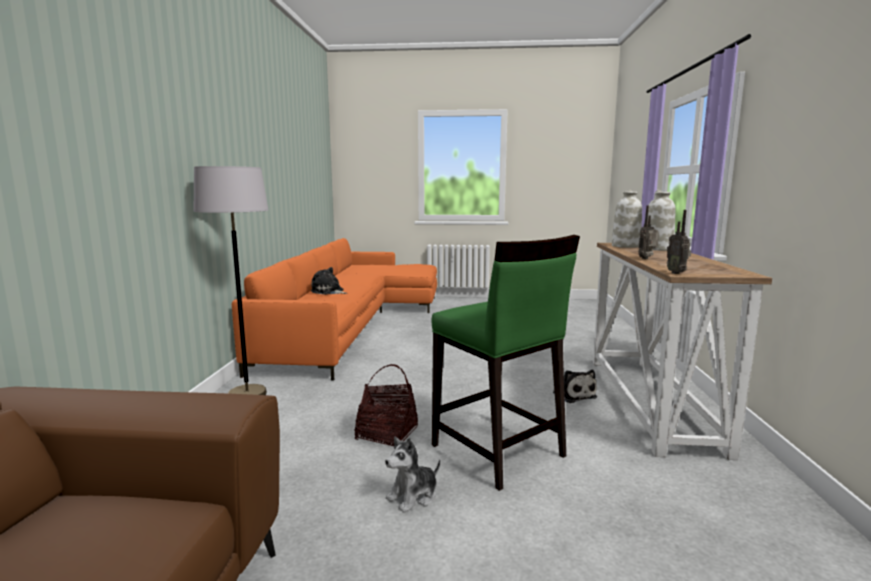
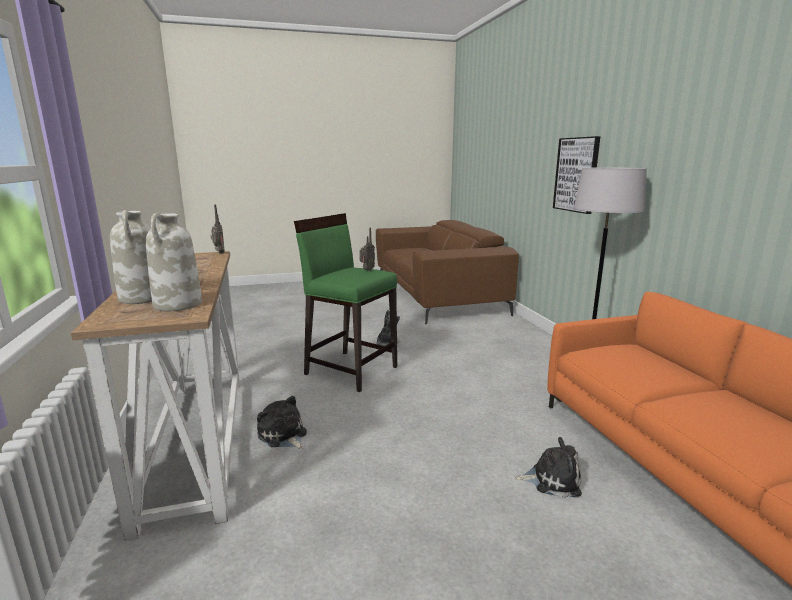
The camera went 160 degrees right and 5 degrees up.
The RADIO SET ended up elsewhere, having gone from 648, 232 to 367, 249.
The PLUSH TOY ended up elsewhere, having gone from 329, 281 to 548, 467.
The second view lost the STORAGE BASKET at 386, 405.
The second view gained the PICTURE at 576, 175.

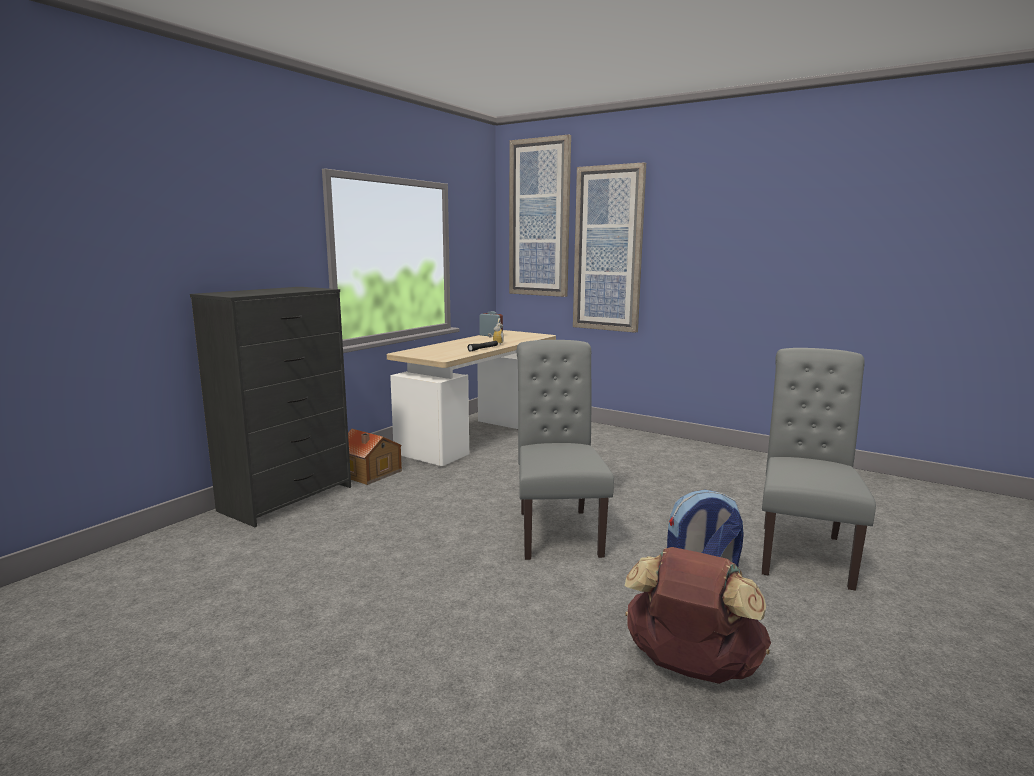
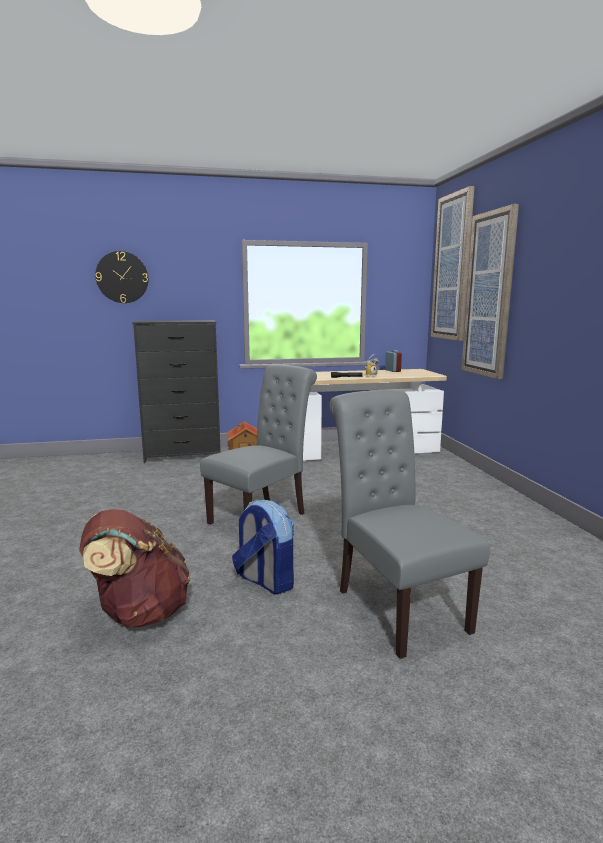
The camera went 45 degrees right and 0 degrees up.
The GREYISH UPRIGHT CHAIR at 819, 469 ended up facing another way, 90 degrees counterclockwise from before.
The second view gained the HANGING CLOCK at 122, 277.

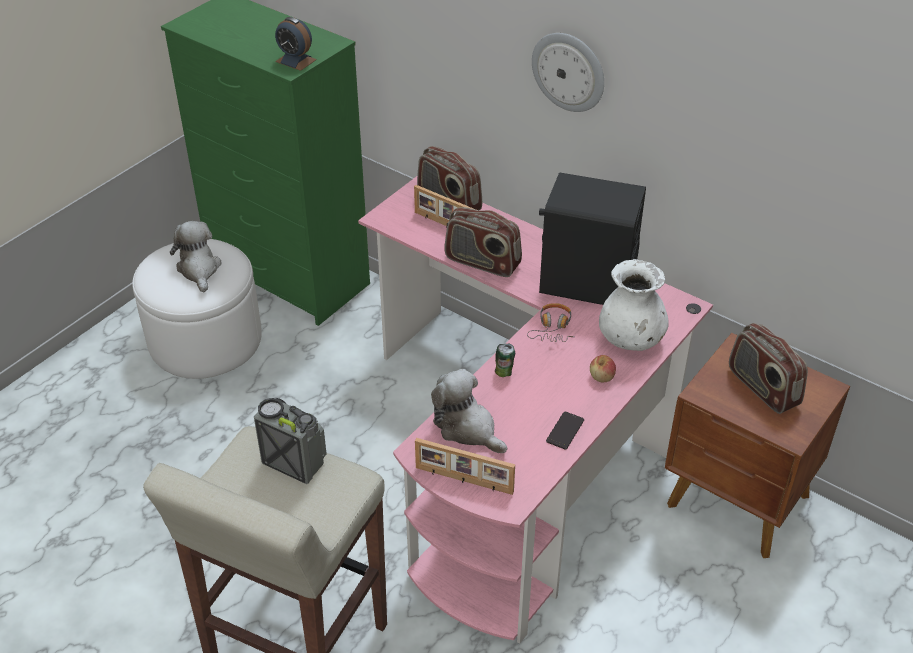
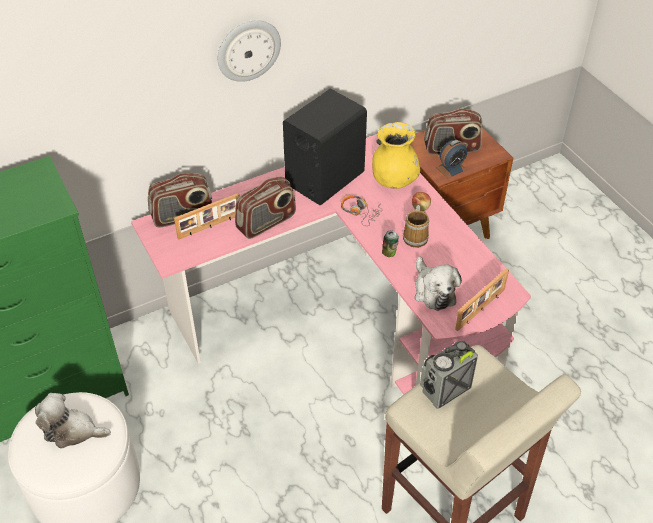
The camera went 65 degrees left and 5 degrees up.
The BEDSIDE CLOCK ended up elsewhere, having gone from 296, 44 to 451, 159.
What was the WHITISH FLOWER VASE at 634, 305 turned into the YELLOW FLOWER VASE at 396, 155.
The PLUSH TOY at 469, 411 ended up facing another way, 90 degrees counterclockwise from before.
The second view lost the PHONE at 565, 430.
The second view gained the MUG at 416, 226.

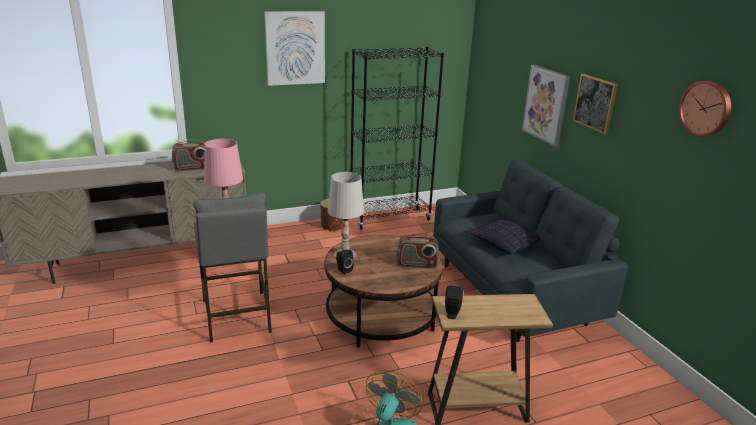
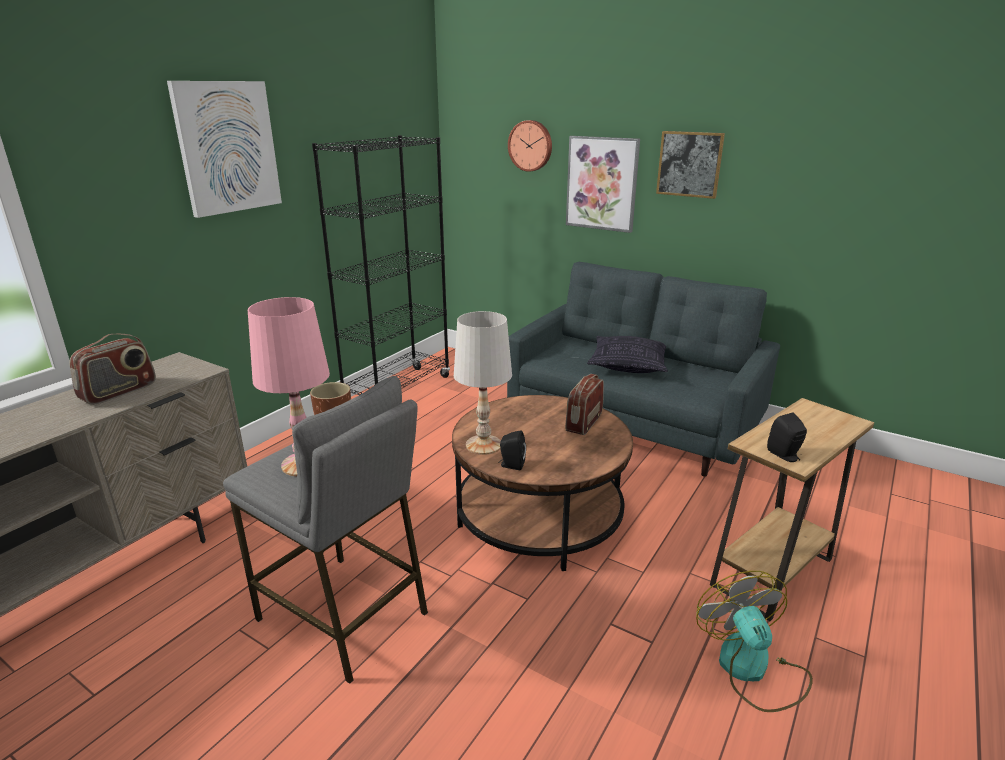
The camera went 35 degrees left and 0 degrees up.
The HANGING CLOCK ended up elsewhere, having gone from 705, 109 to 530, 146.
The RADIO SET at 417, 251 ended up facing another way, 150 degrees clockwise from before.

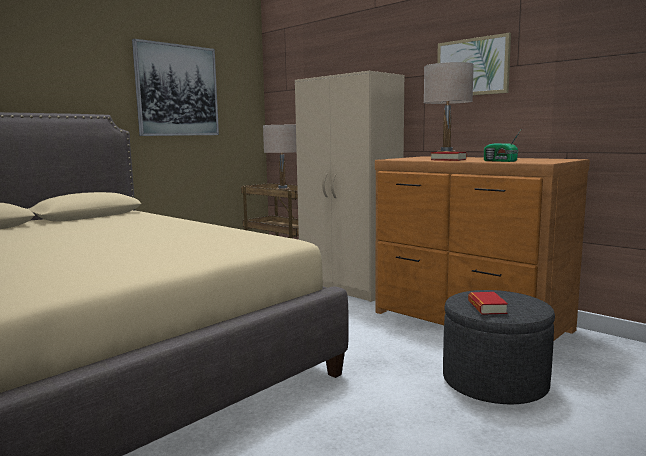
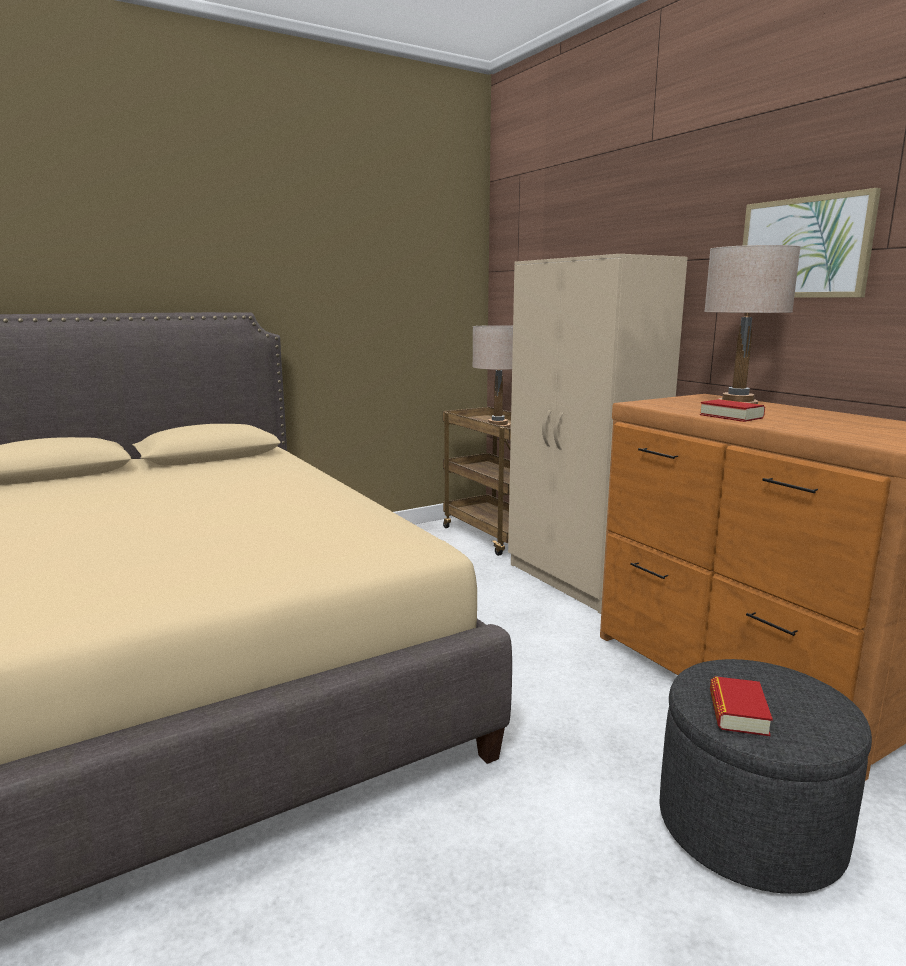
The camera went 15 degrees right and 5 degrees up.
The second view lost the PICTURE at 175, 87.
The second view lost the RADIO SET at 502, 146.

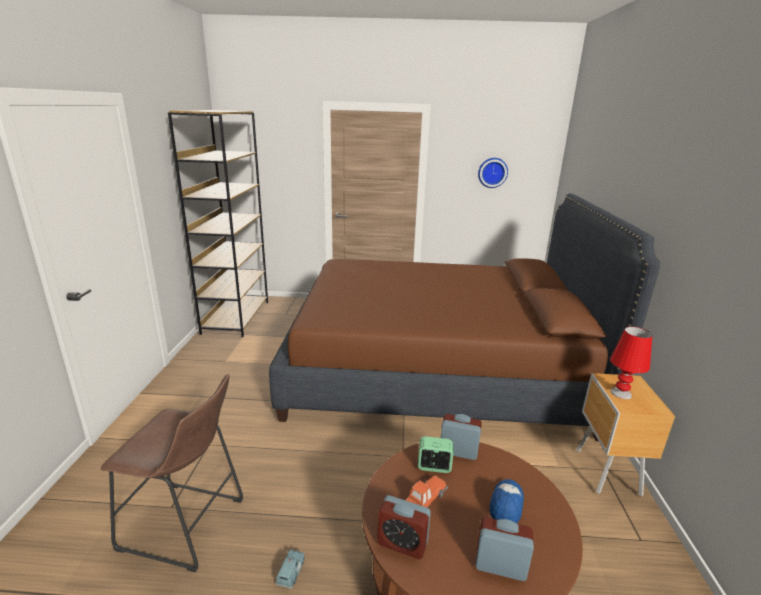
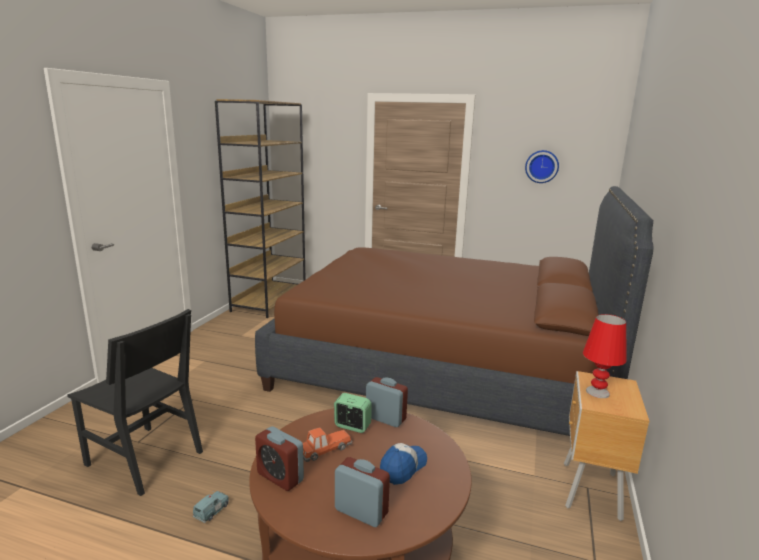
The camera went 15 degrees right and 5 degrees down.
Where the BROWNISH STOOL stood at 172, 473, the BLACK-COLOURED UPRIGHT CHAIR came to stand at 135, 402.

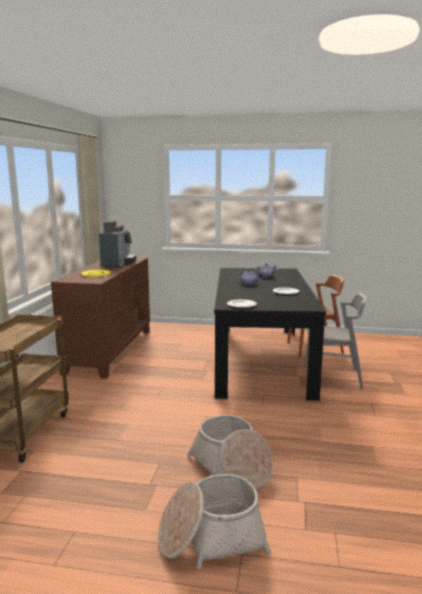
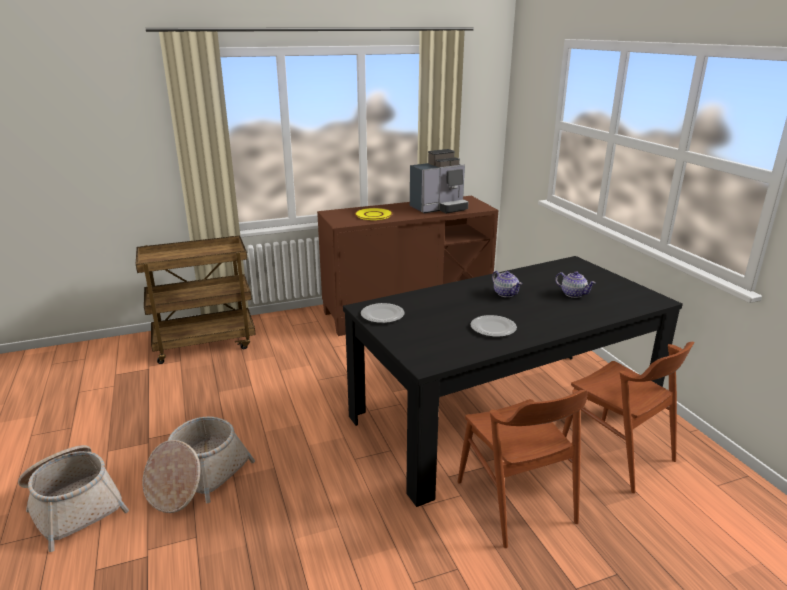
The camera went 60 degrees right and 10 degrees up.
What was the GREYISH UPRIGHT CHAIR at 336, 341 turned into the BROWNISH UPRIGHT CHAIR at 523, 469.

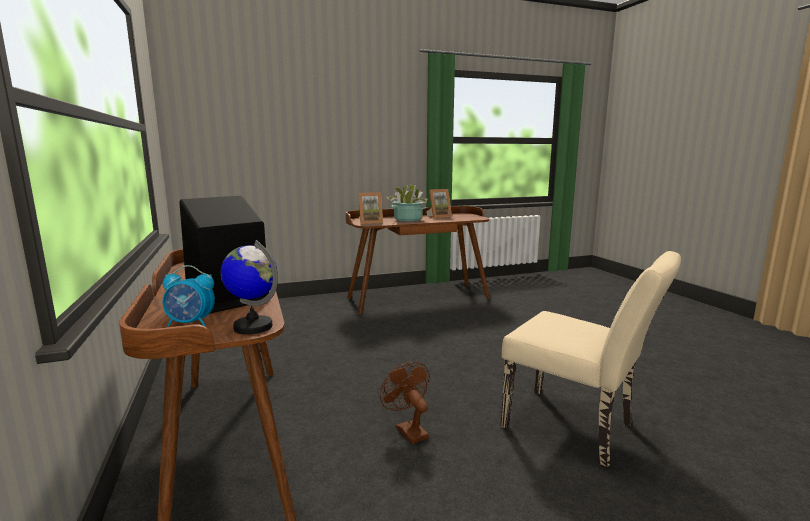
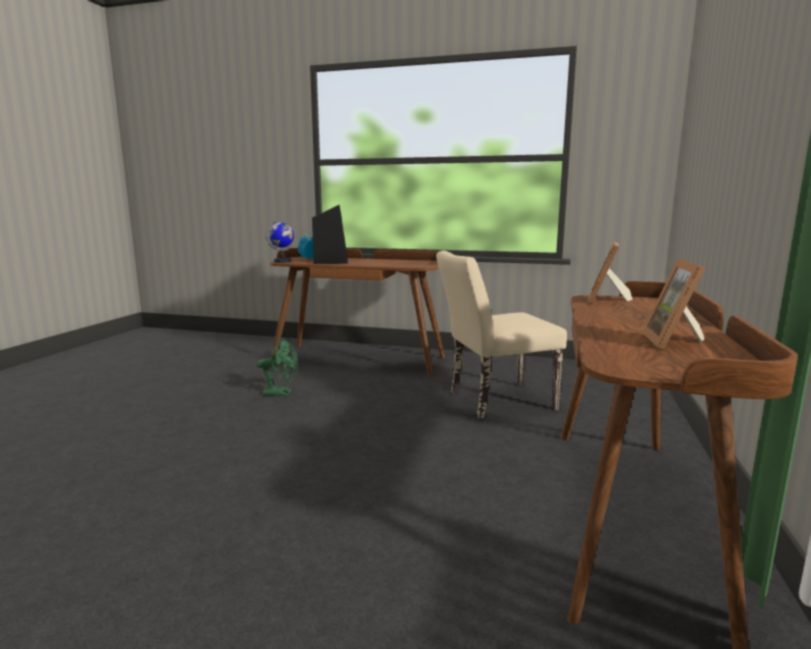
The camera went 125 degrees right and 0 degrees up.
The second view lost the POTTED PLANT at 407, 203.
The BEIGE-COLOURED UPRIGHT CHAIR ended up elsewhere, having gone from 591, 359 to 501, 335.
What was the BROWNISH FAN at 405, 403 turned into the GREENISH FAN at 277, 367.

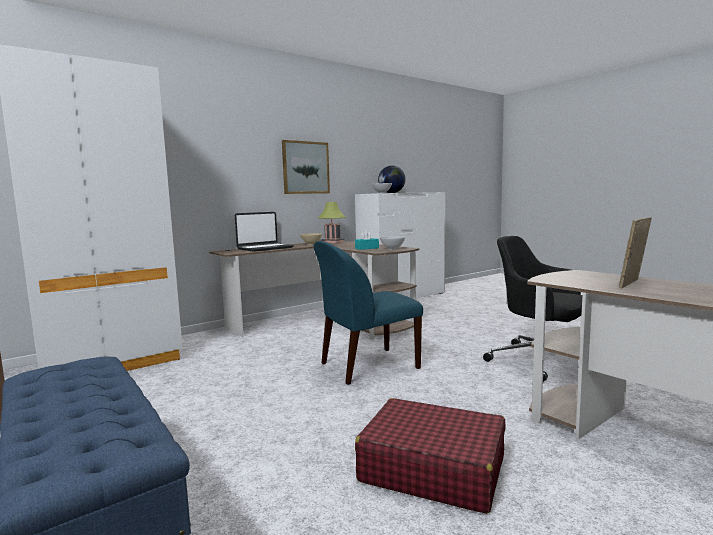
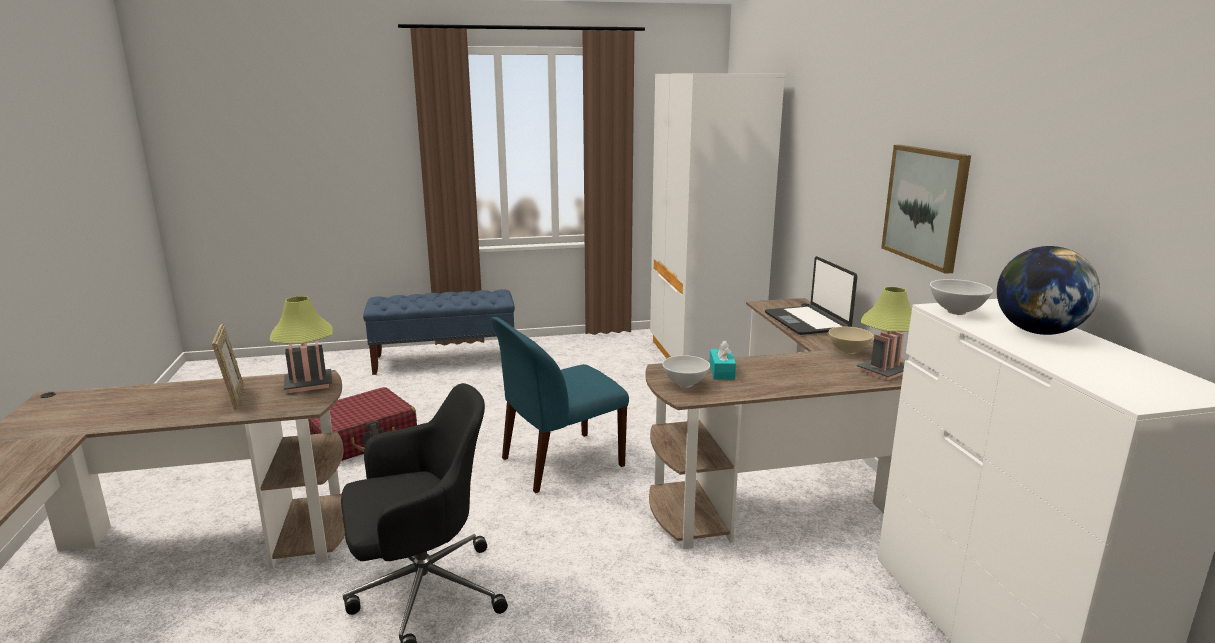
The camera went 115 degrees right and 10 degrees up.
The BLUISH UPRIGHT CHAIR at 368, 313 ended up facing another way, 120 degrees counterclockwise from before.
The second view gained the TABLE LAMP at 301, 344.

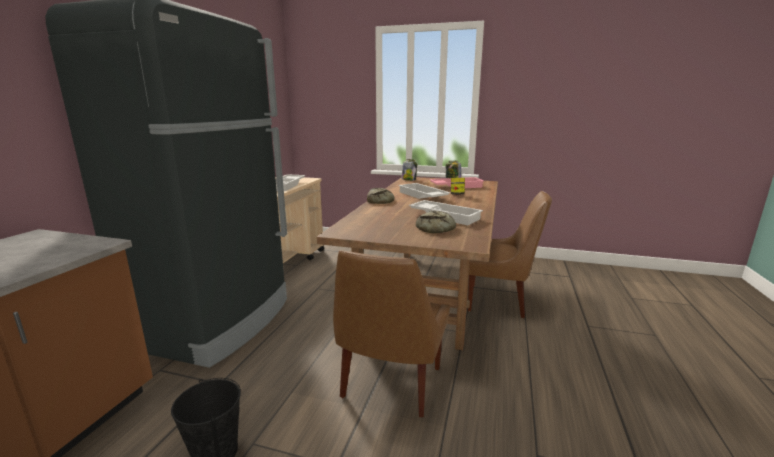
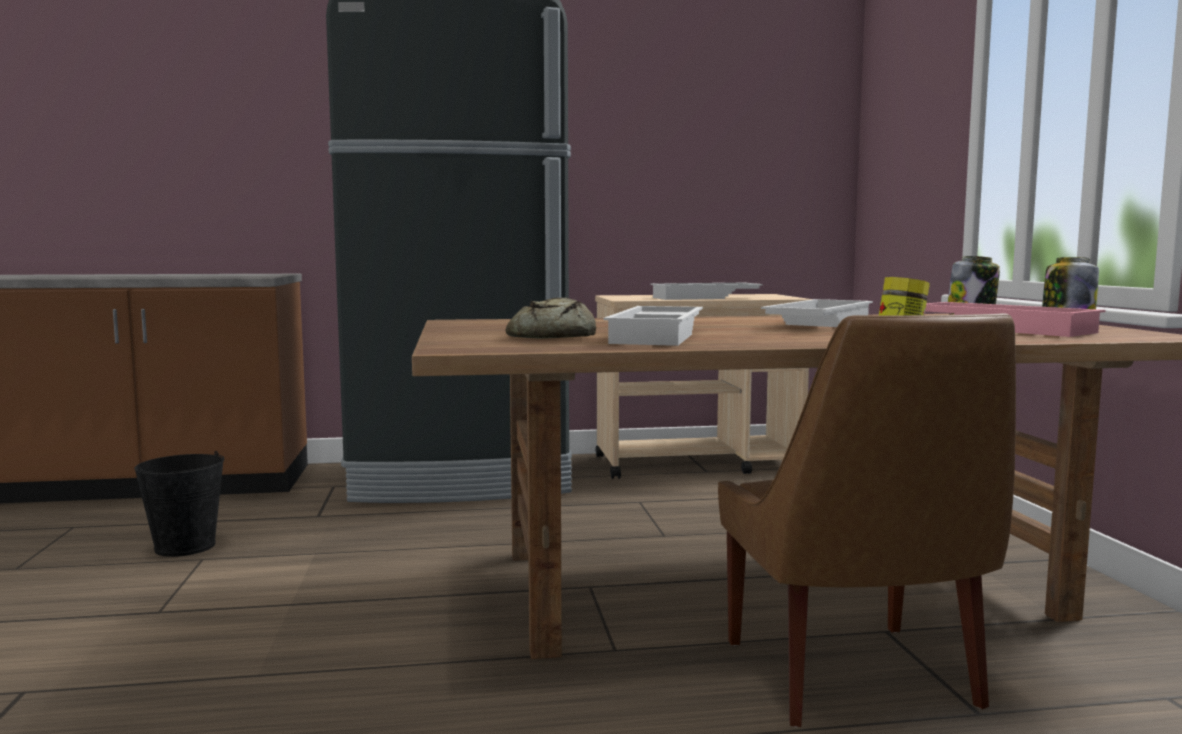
The camera went 65 degrees right and 10 degrees down.
The second view lost the BREAD at 380, 196.
The second view lost the BROWNISH UPRIGHT CHAIR at 391, 333.

